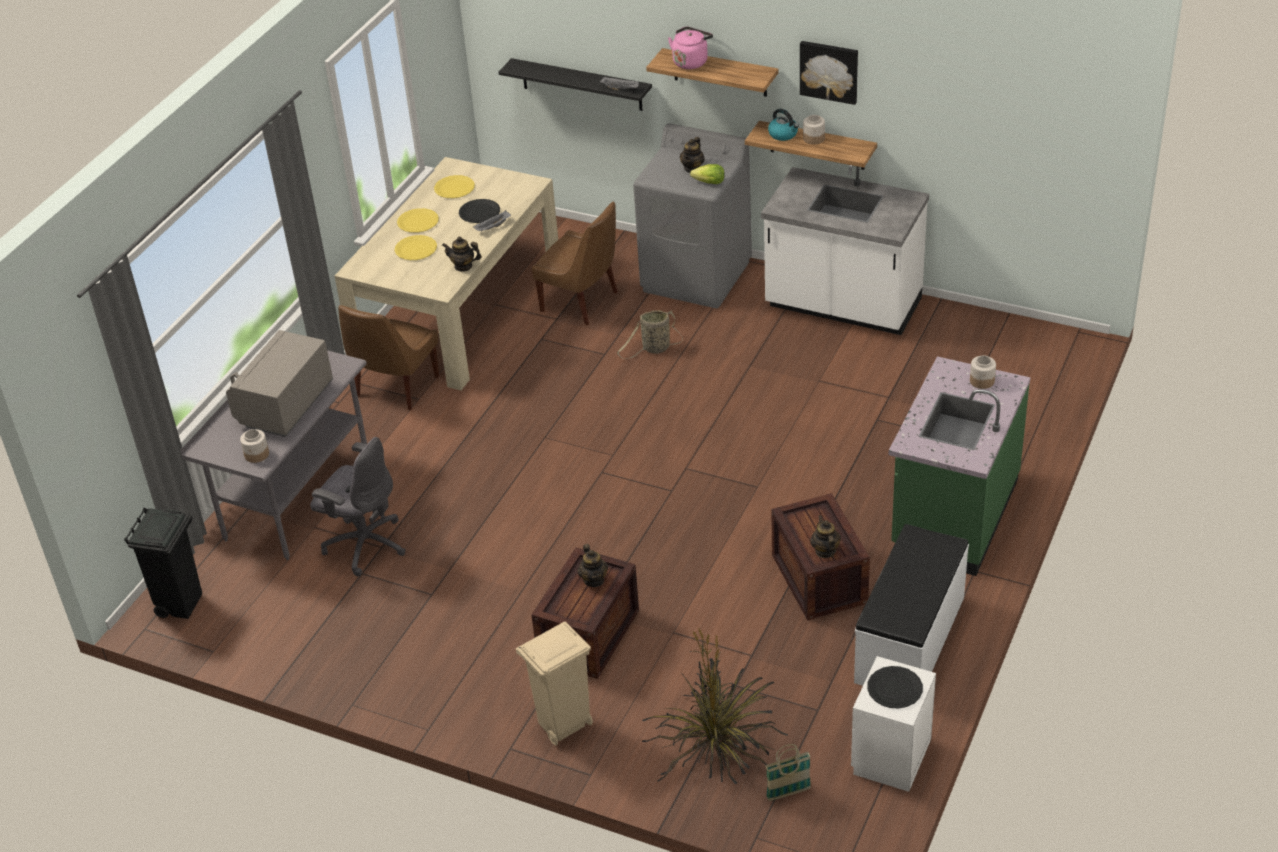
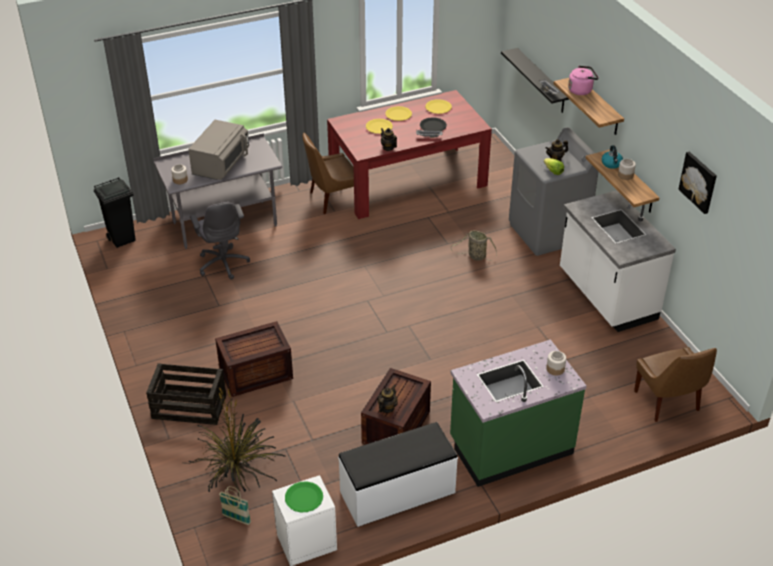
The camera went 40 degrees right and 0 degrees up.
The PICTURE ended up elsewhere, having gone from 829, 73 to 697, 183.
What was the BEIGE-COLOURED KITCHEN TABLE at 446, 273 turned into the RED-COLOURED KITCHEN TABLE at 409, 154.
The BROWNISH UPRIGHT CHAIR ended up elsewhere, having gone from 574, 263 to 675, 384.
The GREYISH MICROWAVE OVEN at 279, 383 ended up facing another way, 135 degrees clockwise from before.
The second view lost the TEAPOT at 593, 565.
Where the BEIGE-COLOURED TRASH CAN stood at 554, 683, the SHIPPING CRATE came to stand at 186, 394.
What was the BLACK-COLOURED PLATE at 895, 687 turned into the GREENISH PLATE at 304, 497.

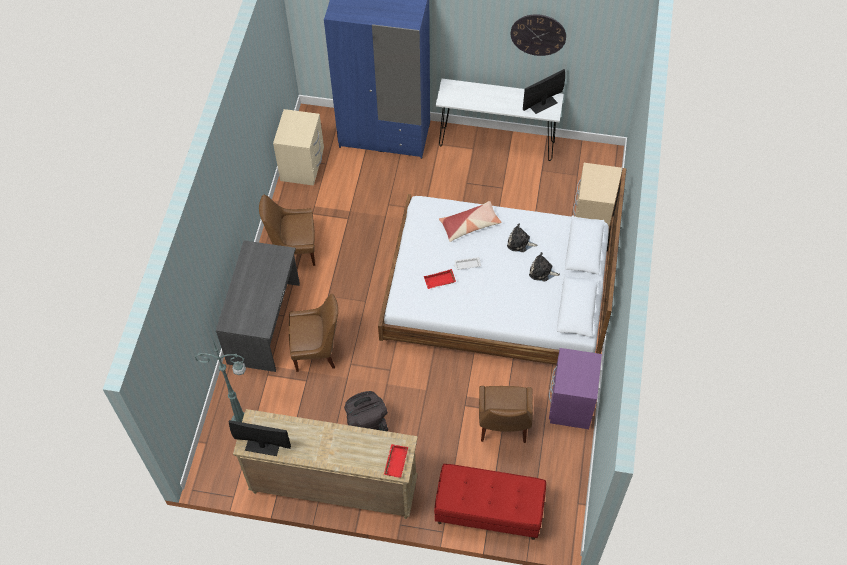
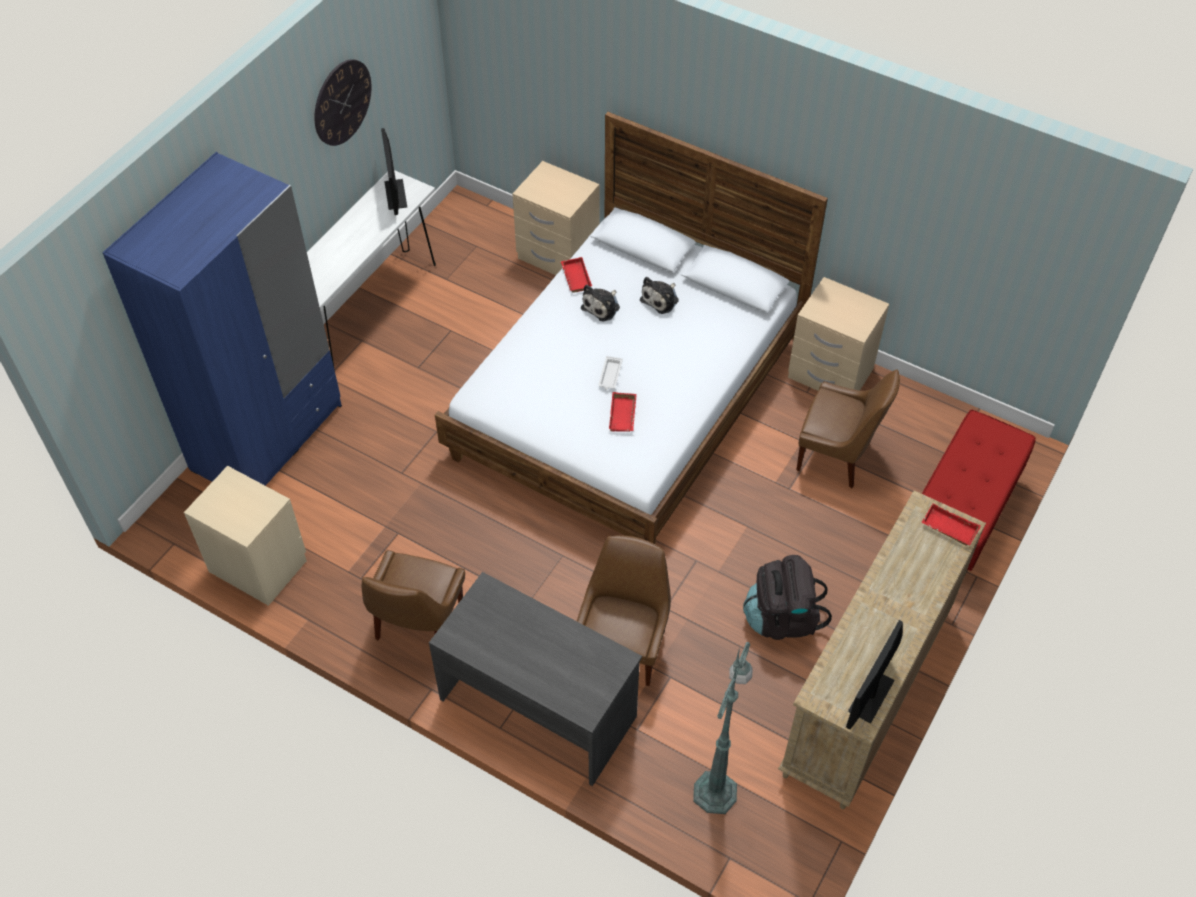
The camera went 70 degrees left and 5 degrees down.
The second view lost the CUSHION at 470, 221.
What was the PURPLISH NIGHTSTAND at 575, 388 turned into the BEIGE-COLOURED NIGHTSTAND at 838, 334.
The second view gained the RED-COLOURED TRAY at 576, 275.

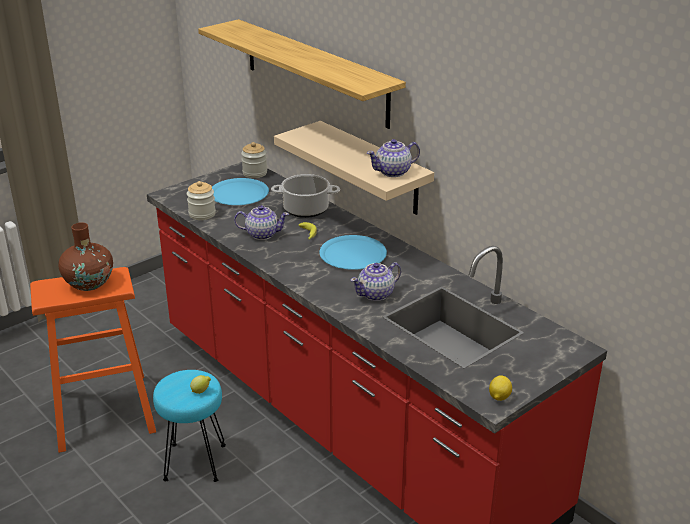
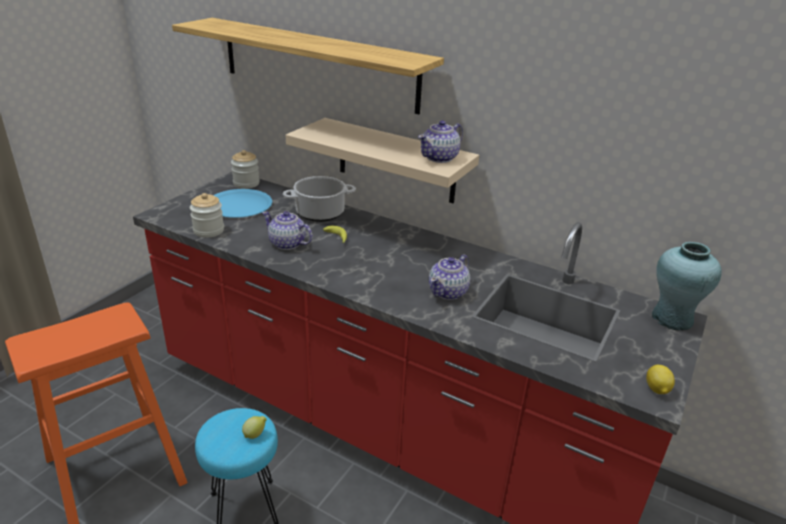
The camera went 20 degrees left and 0 degrees up.
The TEAPOT at 261, 222 ended up facing another way, 135 degrees counterclockwise from before.
The second view lost the BROWNISH FLOWER VASE at 85, 256.
The second view lost the BLUISH PLATE at 353, 252.
The second view gained the BLUE-GREEN FLOWER VASE at 687, 286.

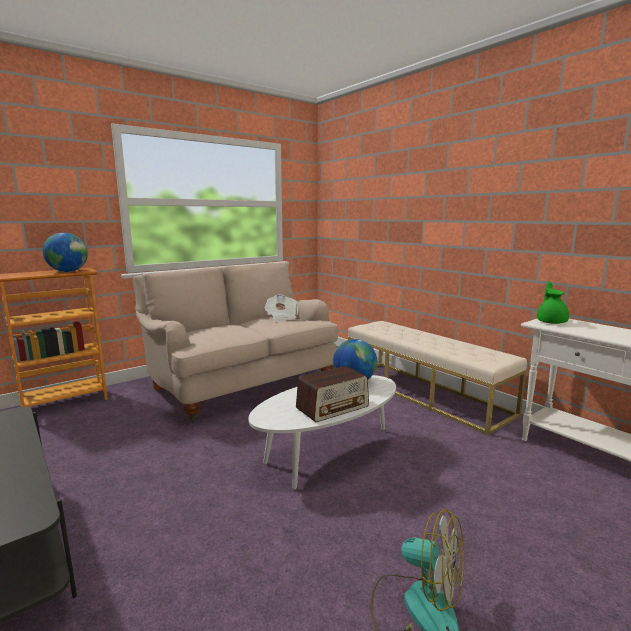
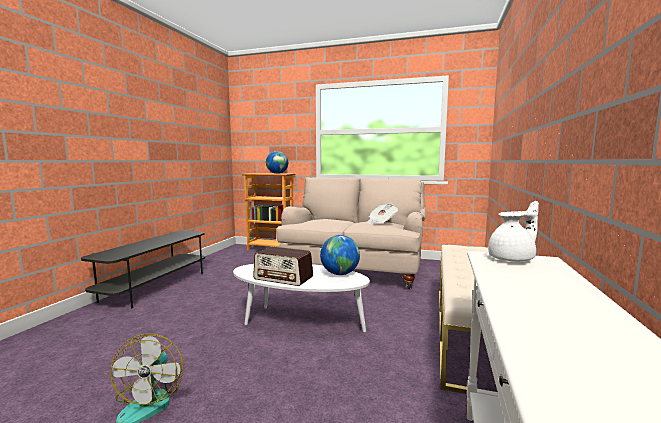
The camera went 55 degrees right and 5 degrees down.
What was the GREENISH TEAPOT at 553, 302 turned into the WHITISH TEAPOT at 513, 231.

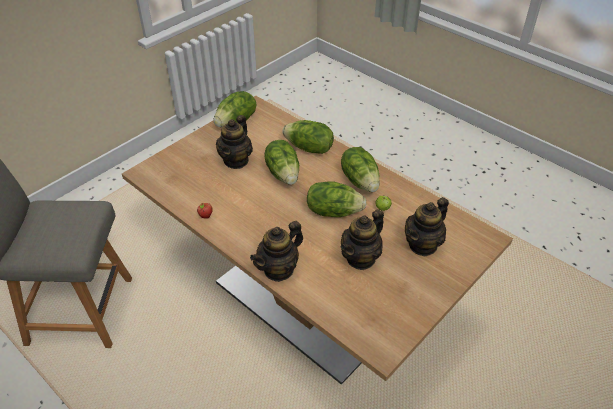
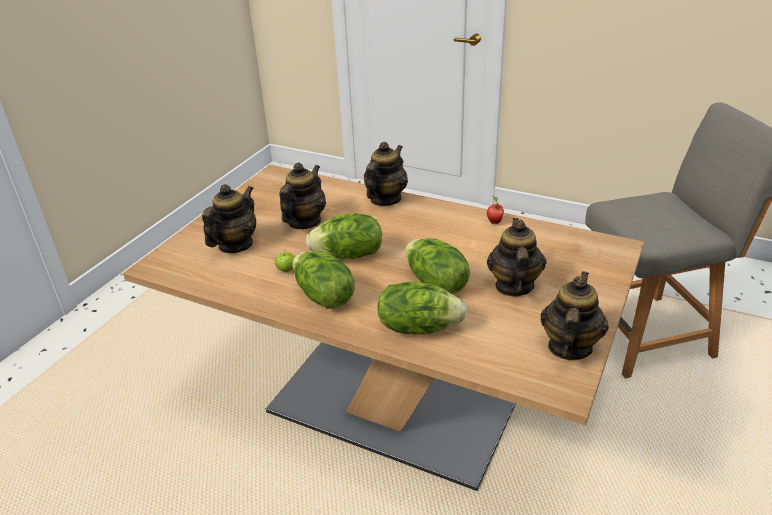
The camera went 165 degrees right and 10 degrees down.
Where the HEAD OF LETTUCE stood at 234, 109, the TEAPOT came to stand at 575, 315.

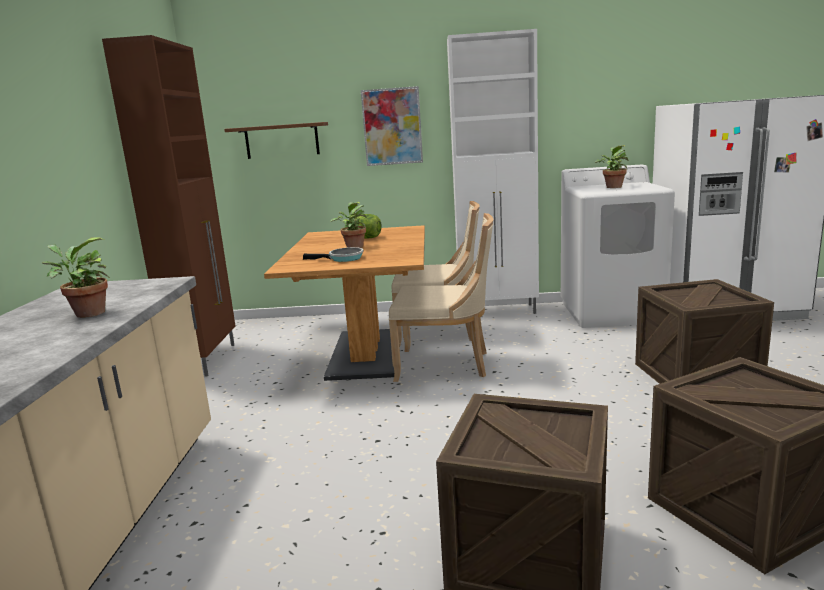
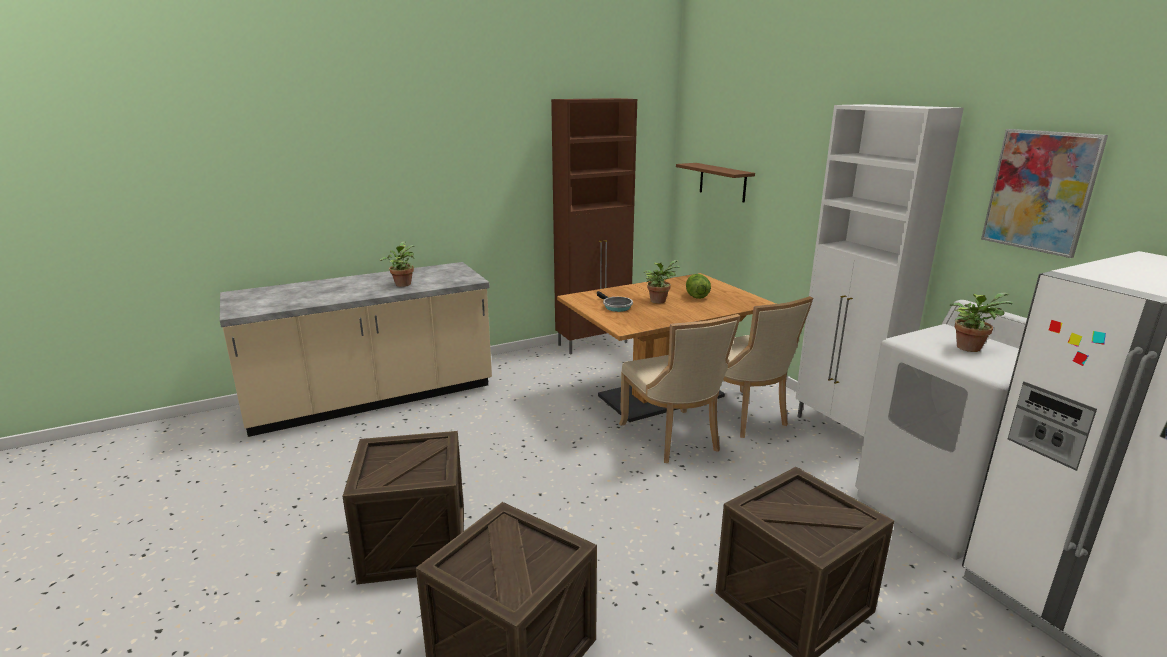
The camera went 60 degrees right and 5 degrees up.
The PICTURE ended up elsewhere, having gone from 392, 126 to 1044, 193.

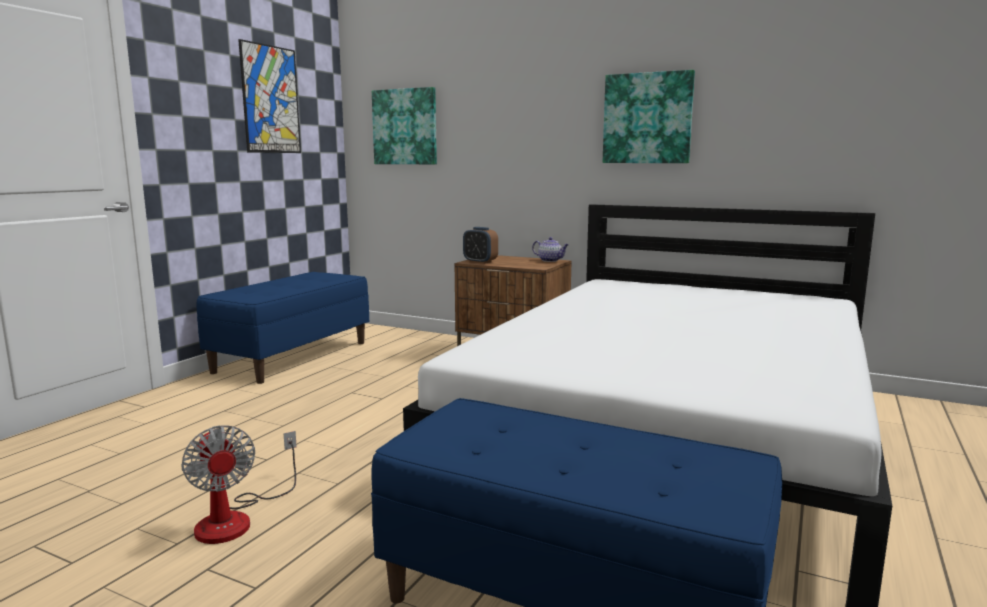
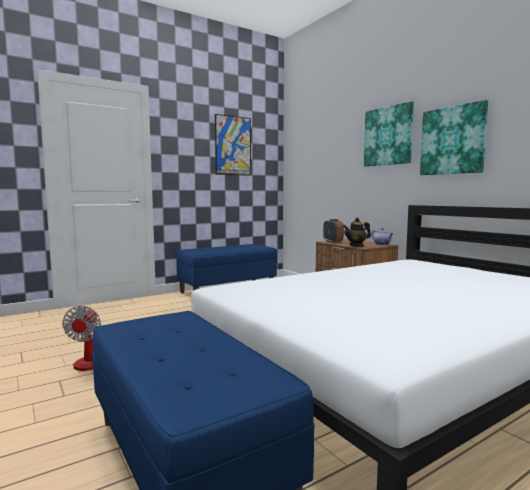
The camera went 30 degrees right and 5 degrees down.
The PICTURE ended up elsewhere, having gone from 404, 125 to 389, 134.
The second view gained the TEAPOT at 357, 232.

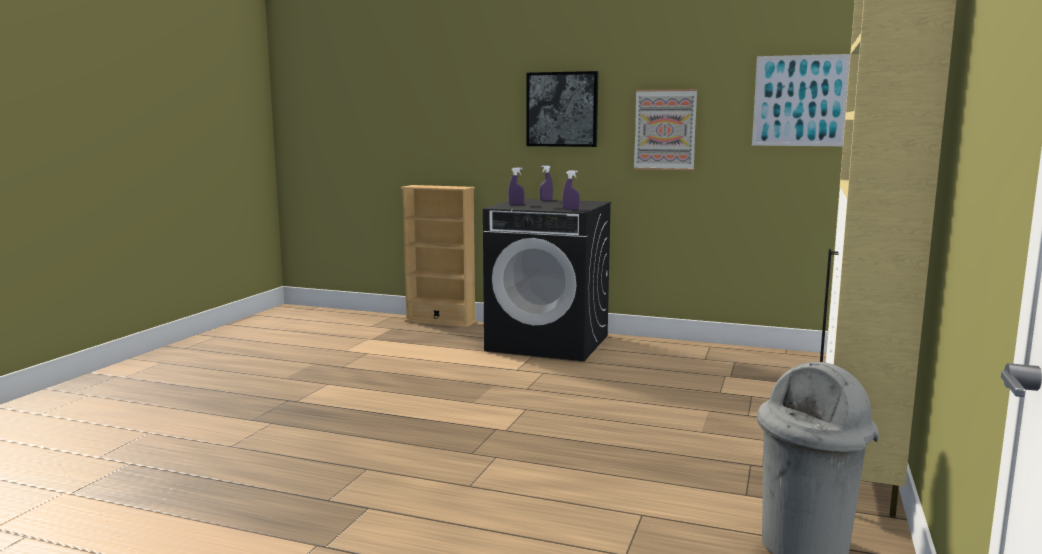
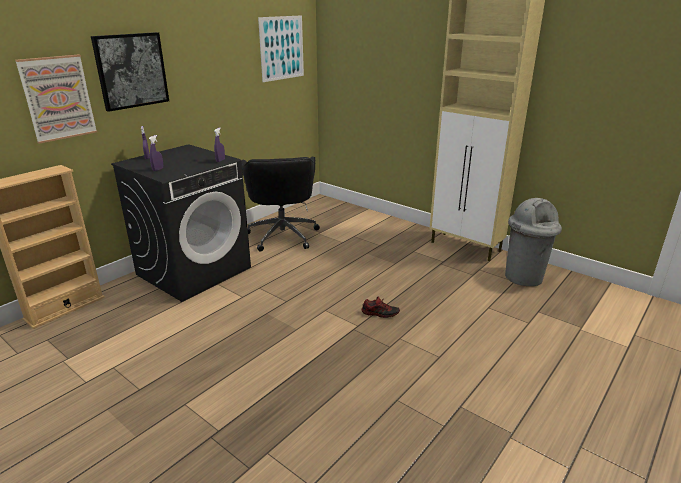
The camera went 70 degrees left and 15 degrees up.
The PICTURE ended up elsewhere, having gone from 665, 129 to 56, 99.
The second view gained the BLACK-COLOURED COMPUTER CHAIR at 280, 204.
The second view gained the SHOE at 380, 307.

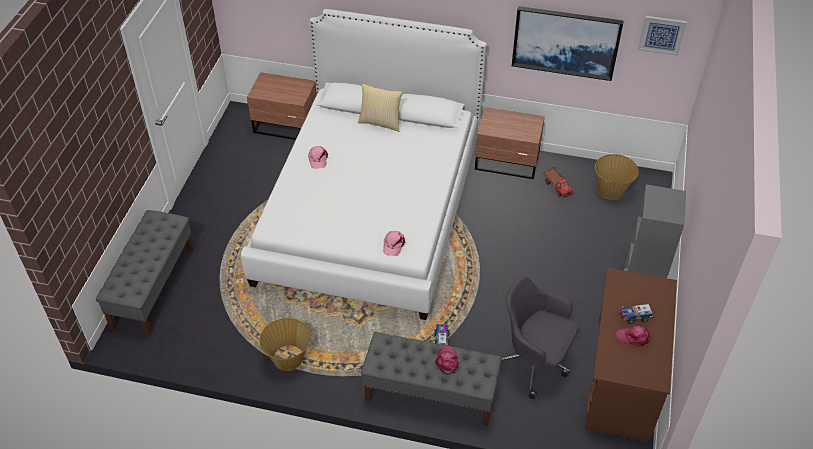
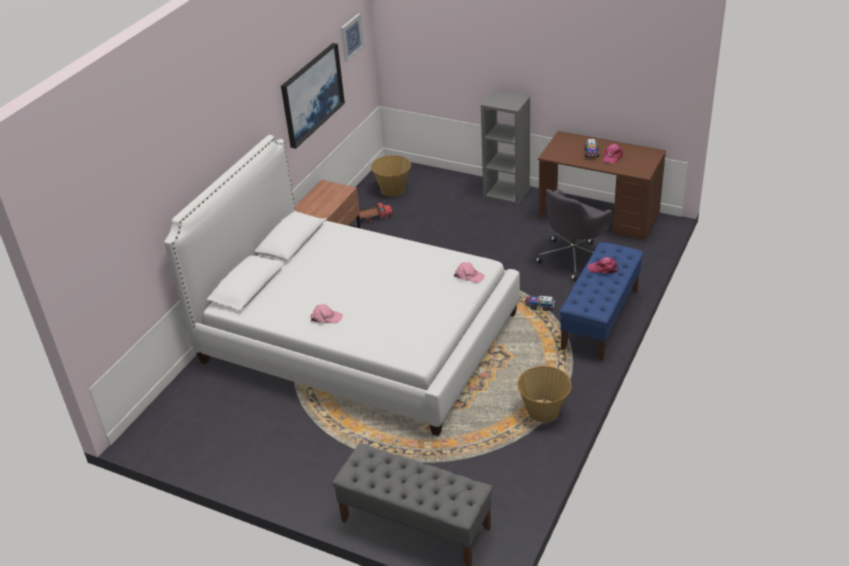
The camera went 75 degrees left and 10 degrees down.
The second view lost the BROWNISH NIGHTSTAND at 282, 106.
The second view lost the CUSHION at 380, 107.
What was the GREYISH LONG SEAT at 431, 379 turned into the BLUISH LONG SEAT at 602, 301.

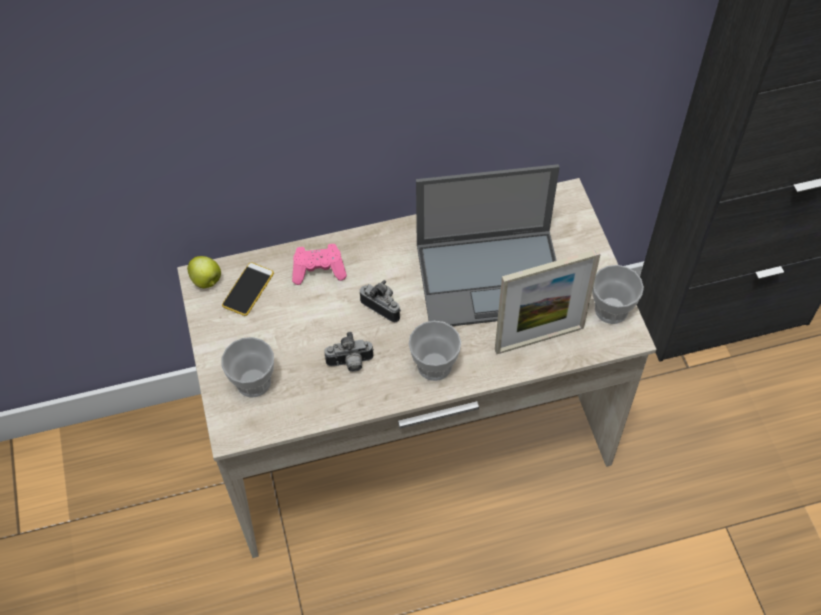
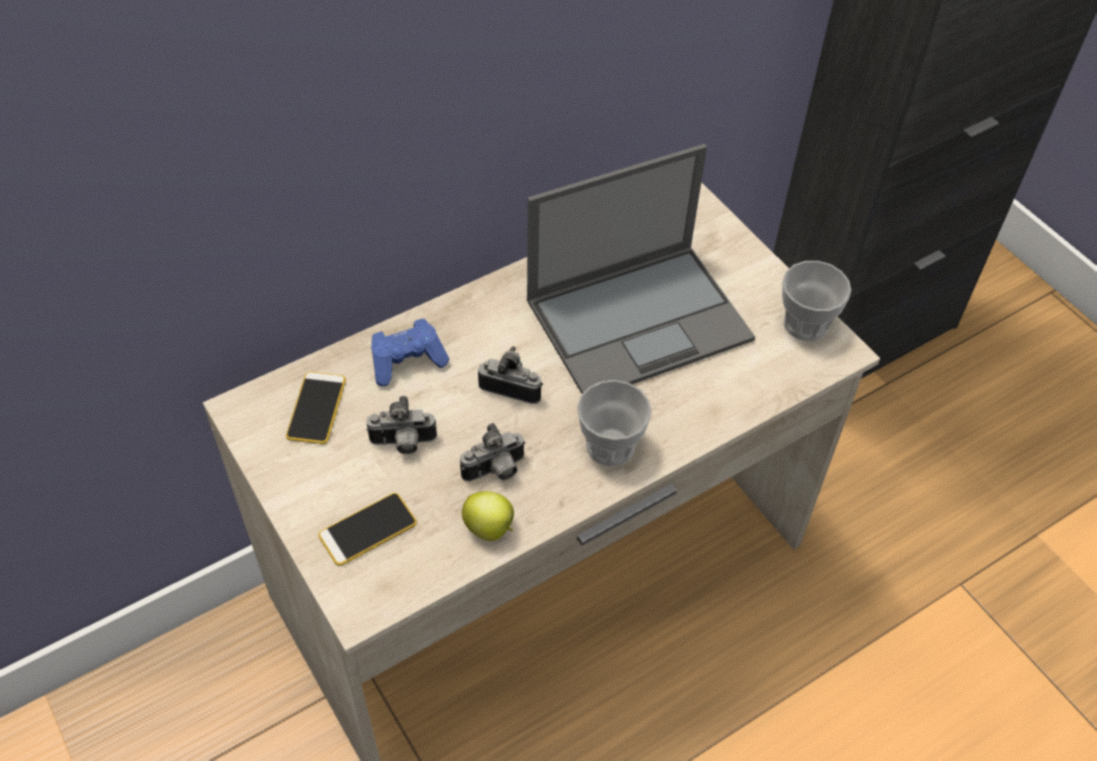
The camera went 20 degrees left and 5 degrees down.
What was the PINK-COLOURED JOYPAD at 319, 264 turned into the BLUISH JOYPAD at 410, 353.
The second view lost the STANDING FRAME at 548, 301.
The APPLE ended up elsewhere, having gone from 204, 272 to 488, 516.
Where the DRINKING CUP stood at 247, 367, the PHONE came to stand at 367, 529.
The second view gained the STILL CAMERA at 401, 425.

